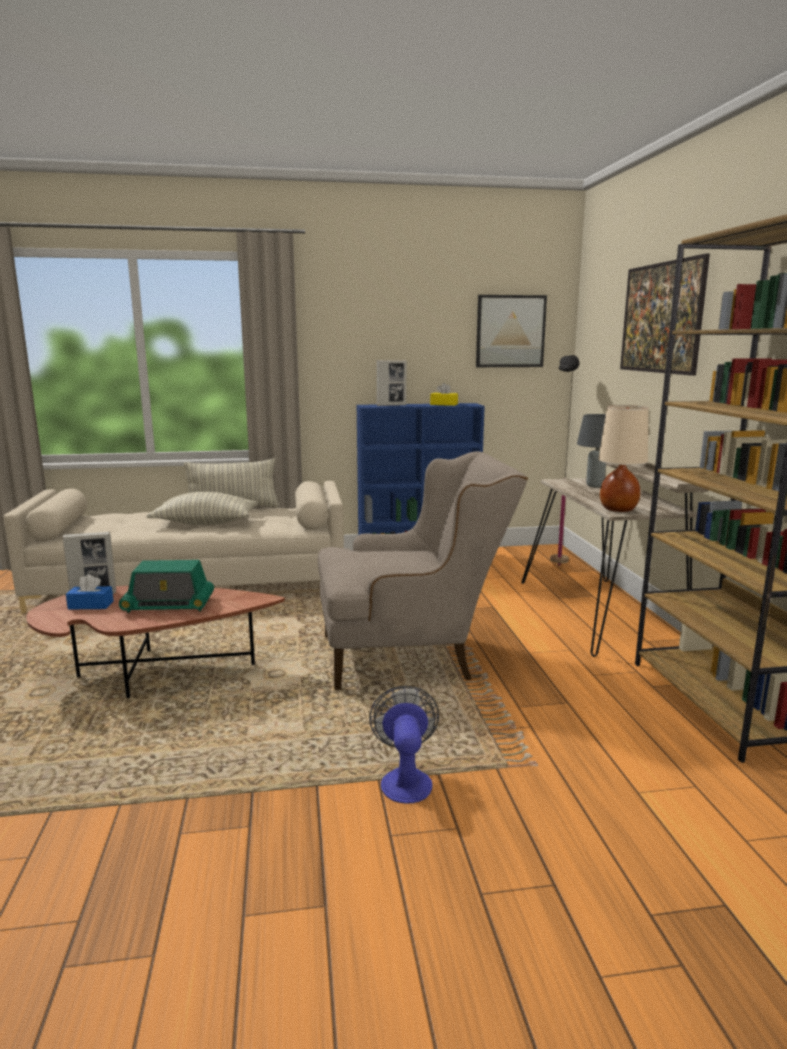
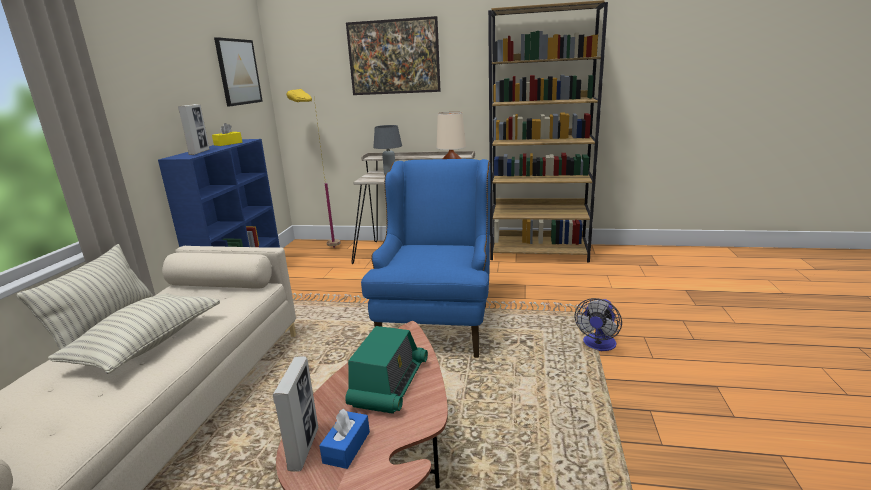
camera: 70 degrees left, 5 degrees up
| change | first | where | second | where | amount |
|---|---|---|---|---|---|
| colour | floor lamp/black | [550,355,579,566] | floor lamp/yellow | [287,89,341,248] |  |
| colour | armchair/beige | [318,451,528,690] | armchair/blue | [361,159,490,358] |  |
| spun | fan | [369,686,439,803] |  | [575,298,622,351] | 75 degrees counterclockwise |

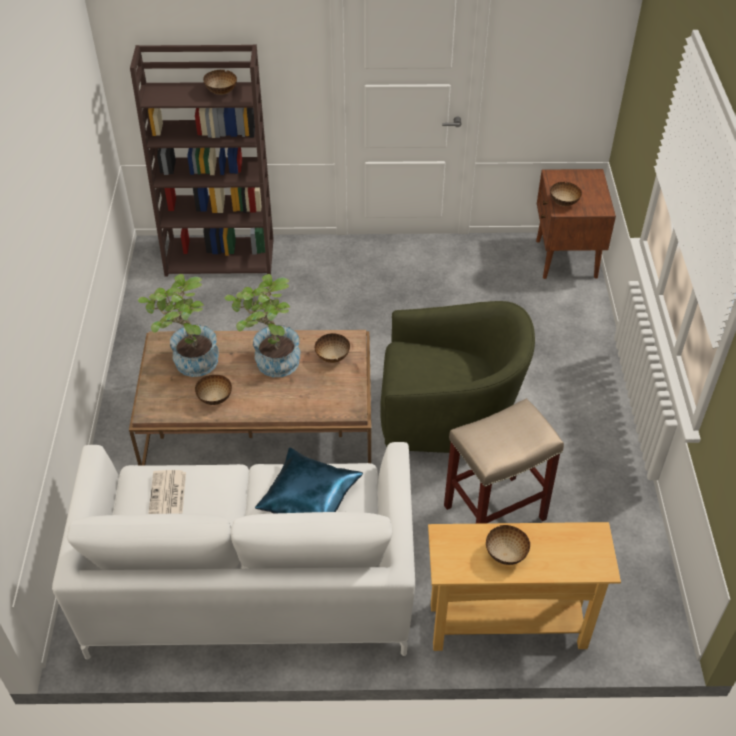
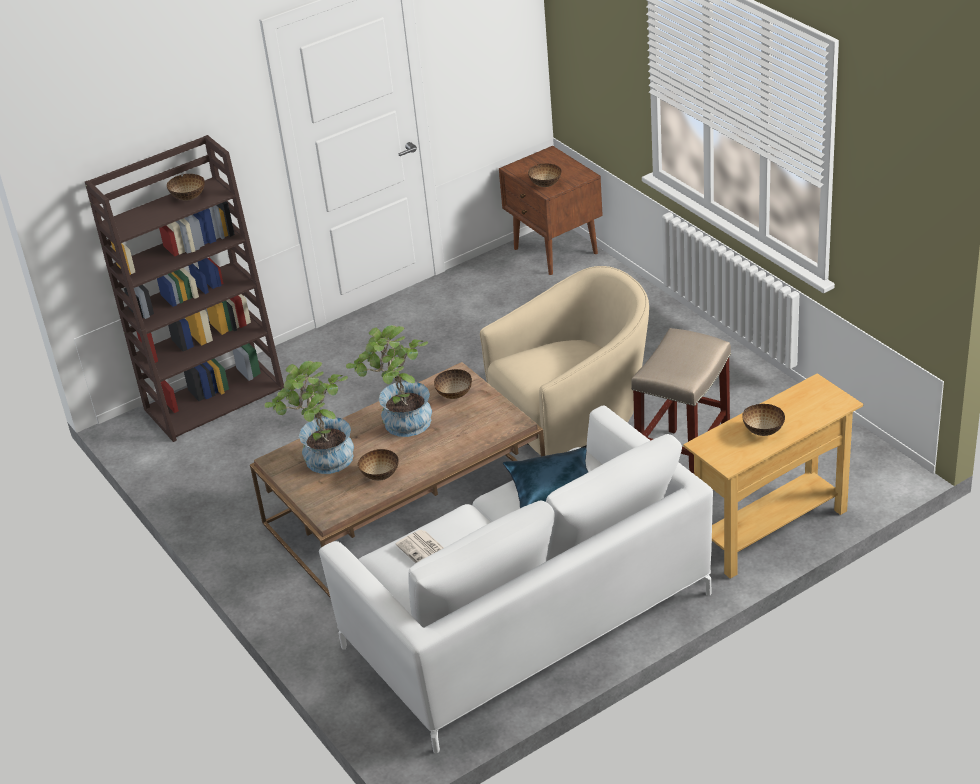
camera: 30 degrees left, 10 degrees down
| change | first | where | second | where | amount |
|---|---|---|---|---|---|
| colour | armchair/green | [380,301,535,453] | armchair/beige | [480,266,649,456] |  |

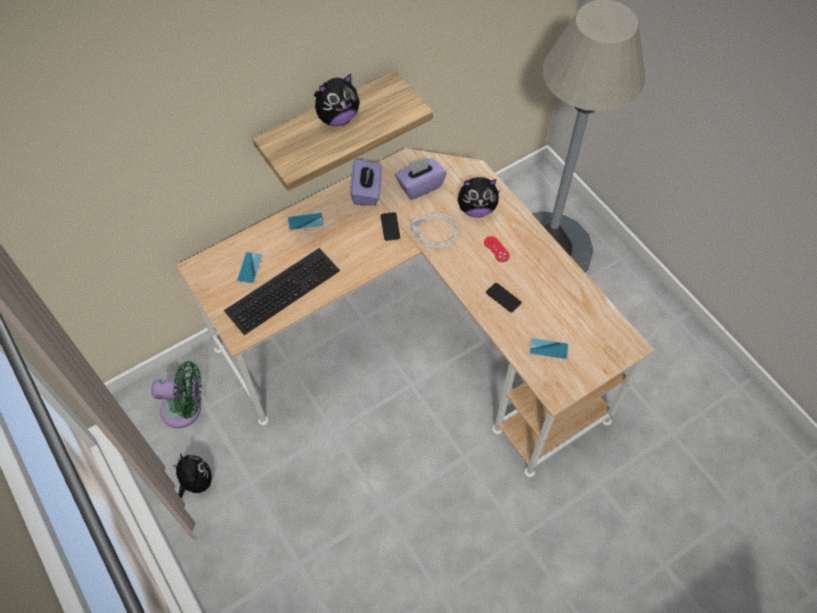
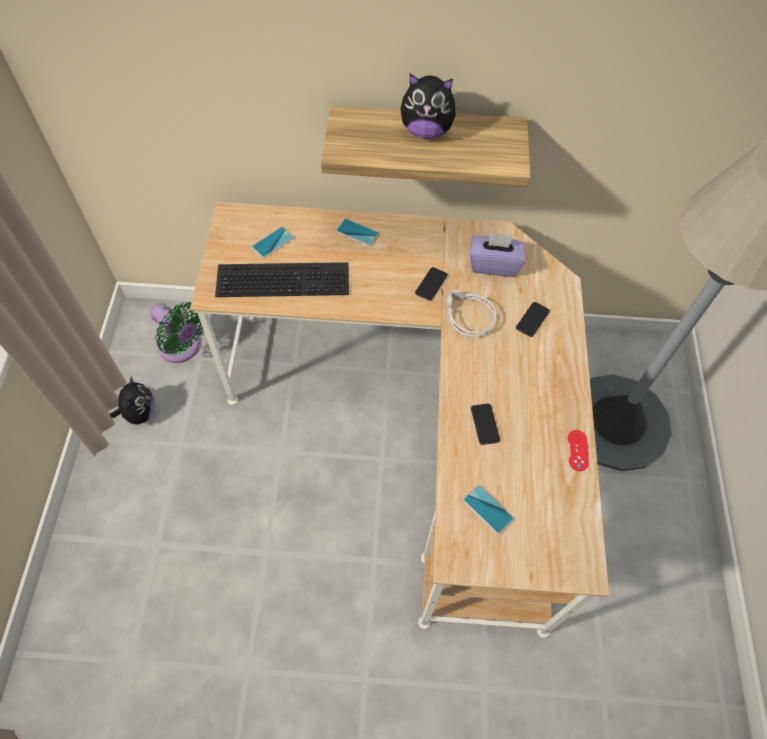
camera: 35 degrees right, 0 degrees up
| change | first | where | second | where | amount |
|---|---|---|---|---|---|
| exchanged | plush toy | [458,177,500,218] | phone | [516,302,550,337] |  |
| relocated | game controller/red | [484,236,510,262] |  | [568,430,589,471] |  |
| missing | tissue box/purple | [350,159,382,206] |  |  |  |

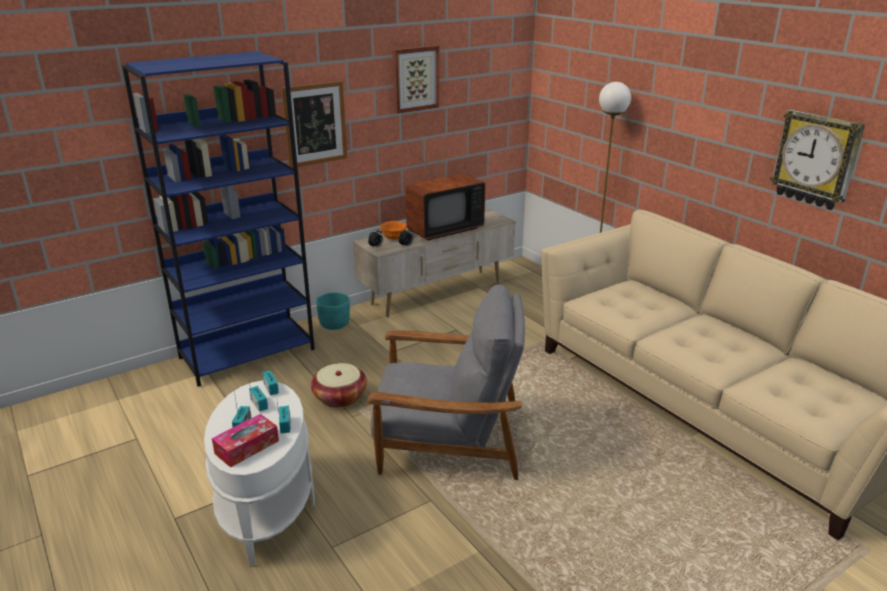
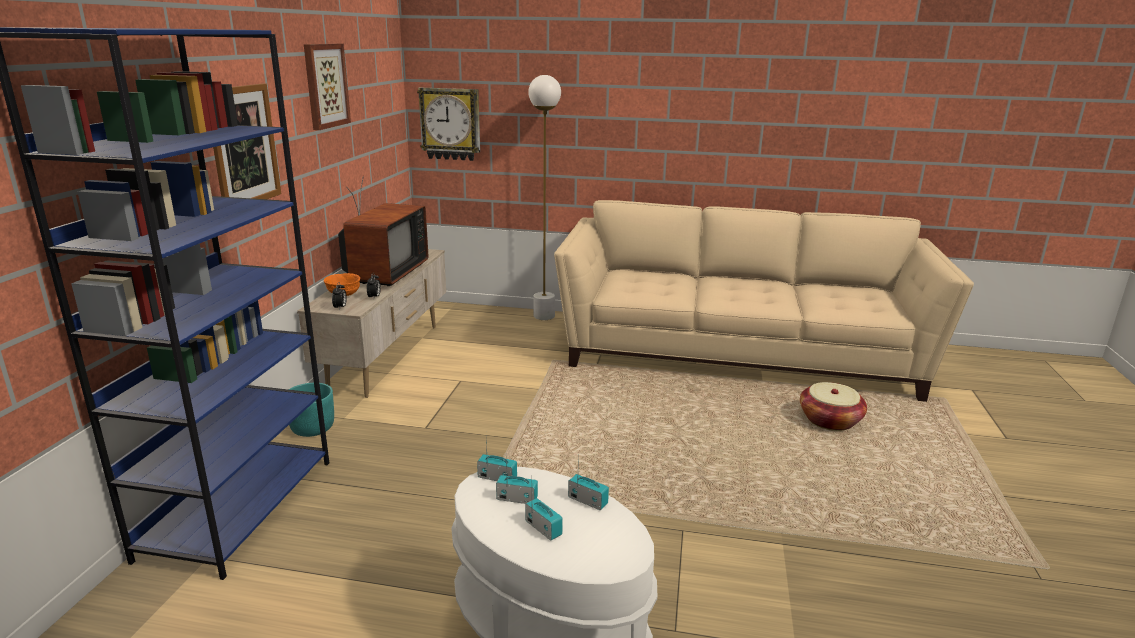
camera: 45 degrees left, 5 degrees down
| change | first | where | second | where | amount |
|---|---|---|---|---|---|
| relocated | wall clock | [770,109,865,210] |  | [417,88,480,161] |  |
| relocated | basket | [311,363,367,408] |  | [800,382,867,431] |  |
| missing | tissue box | [212,414,279,468] |  |  |  |
| missing | armchair/grey | [367,284,525,480] |  |  |  |

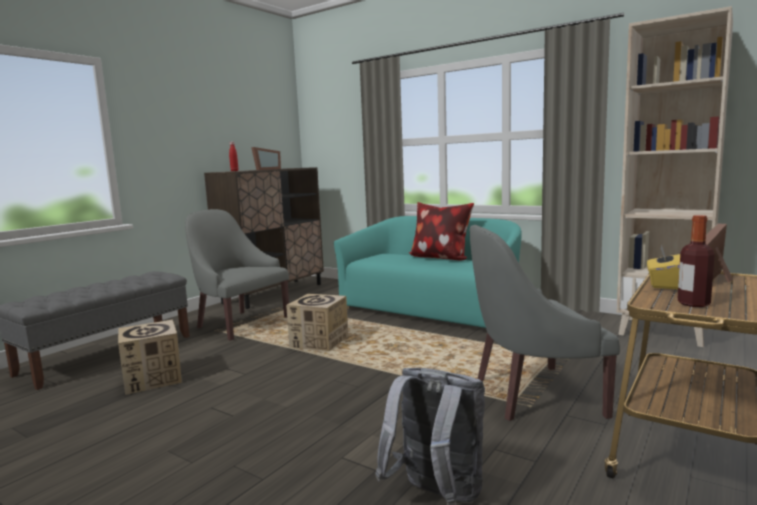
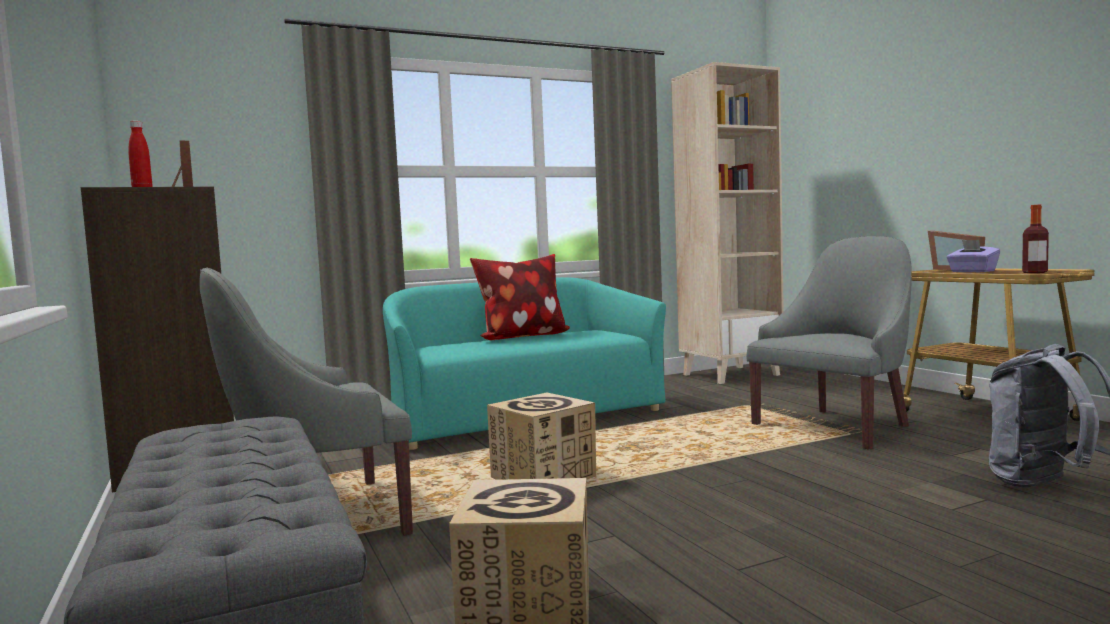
camera: 60 degrees left, 5 degrees down
| change | first | where | second | where | amount |
|---|---|---|---|---|---|
| spun | armchair/grey | [470,225,620,421] |  | [746,236,912,450] | 150 degrees counterclockwise |
| colour | tissue box/yellow | [647,244,680,289] | tissue box/purple | [947,240,1000,272] |  |

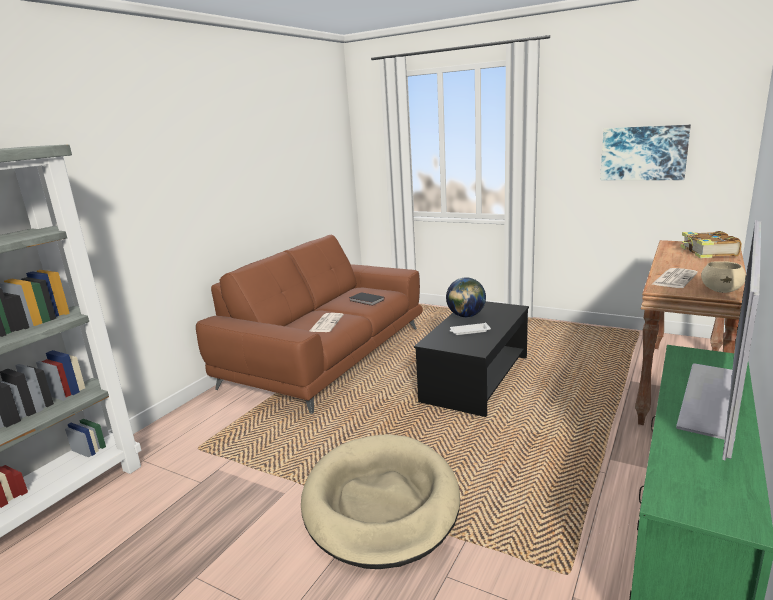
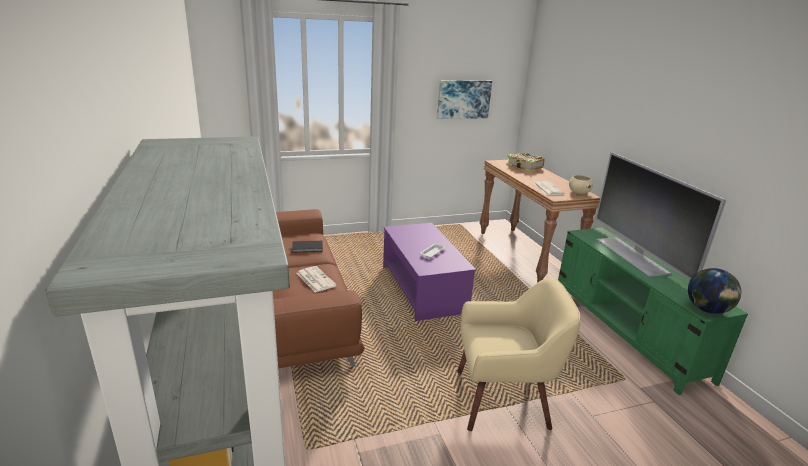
camera: 50 degrees left, 5 degrees up
| change | first | where | second | where | amount |
|---|---|---|---|---|---|
| colour | coffee table/black | [414,301,529,417] | coffee table/purple | [383,223,476,321] |  |
| exchanged | dog bed/beige | [301,434,460,569] | armchair/beige | [457,278,580,431] |  |
| relocated | globe | [446,277,486,317] |  | [688,268,741,314] |  |

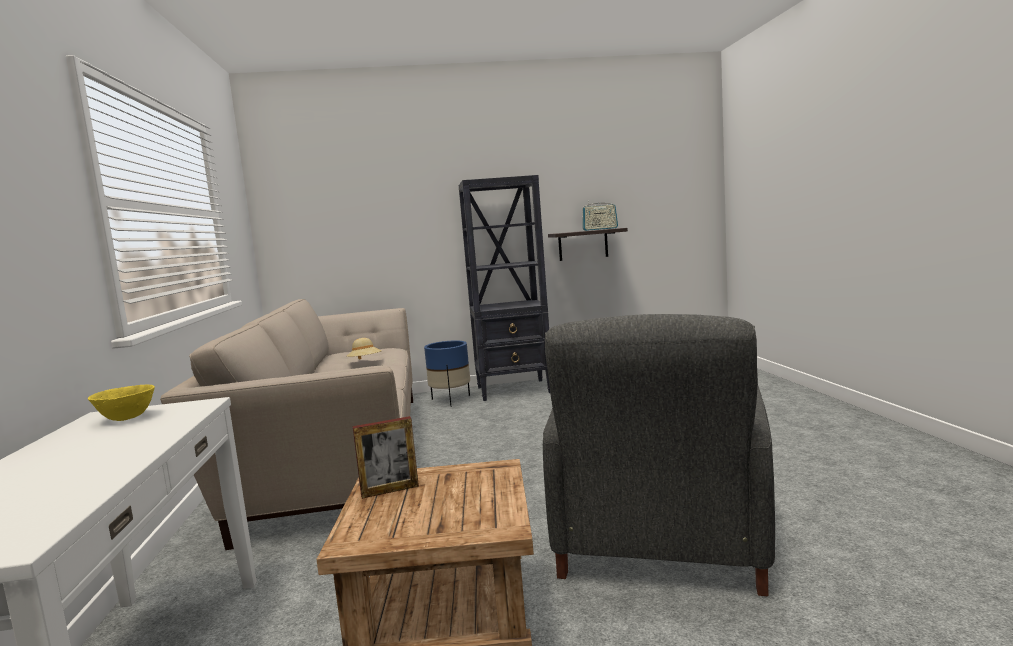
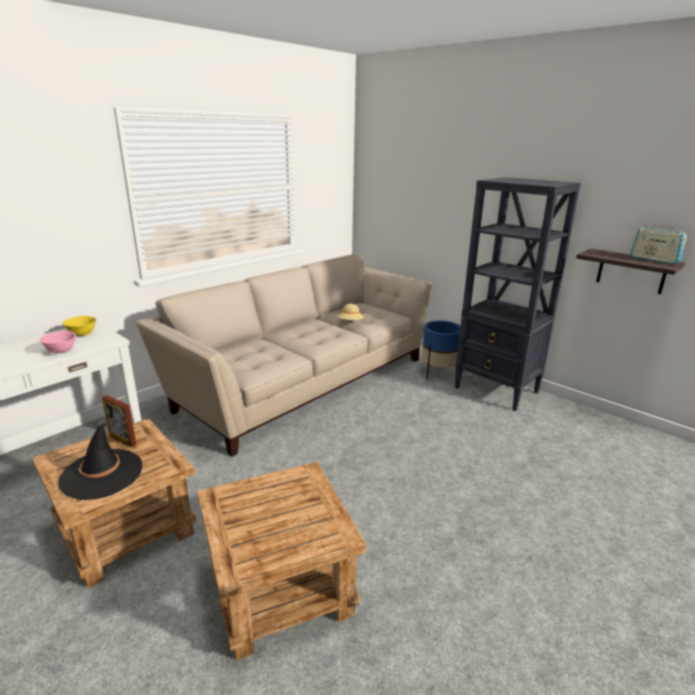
camera: 50 degrees right, 15 degrees up
| change | first | where | second | where | amount |
|---|---|---|---|---|---|
| appeared |  |  | bowl/pink | [40,331,76,353] |  |
| appeared |  |  | hat/black | [58,422,143,500] |  |
| exchanged | armchair/grey | [543,314,775,596] | side table/brown | [197,462,367,660] |  |

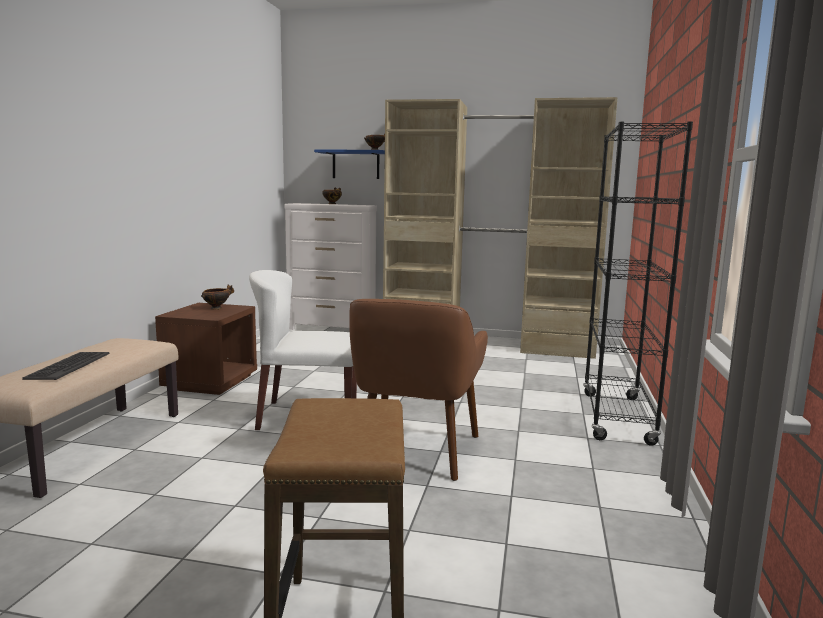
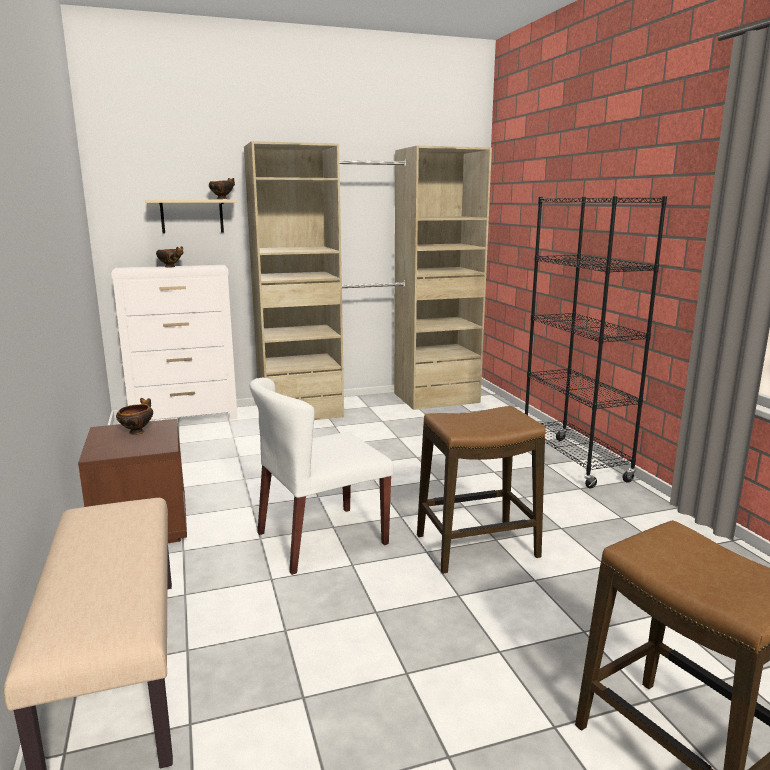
camera: 30 degrees left, 5 degrees up
| change | first | where | second | where | amount |
|---|---|---|---|---|---|
| colour | shelf/blue | [314,149,385,179] | shelf/beige | [145,199,237,233] |  |
| exchanged | armchair/brown | [349,299,488,481] | stool | [417,406,546,574] |  |
| missing | keyboard | [22,352,109,380] |  |  |  |

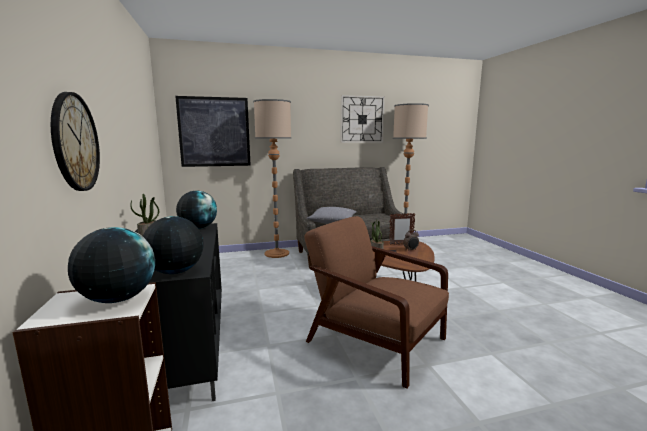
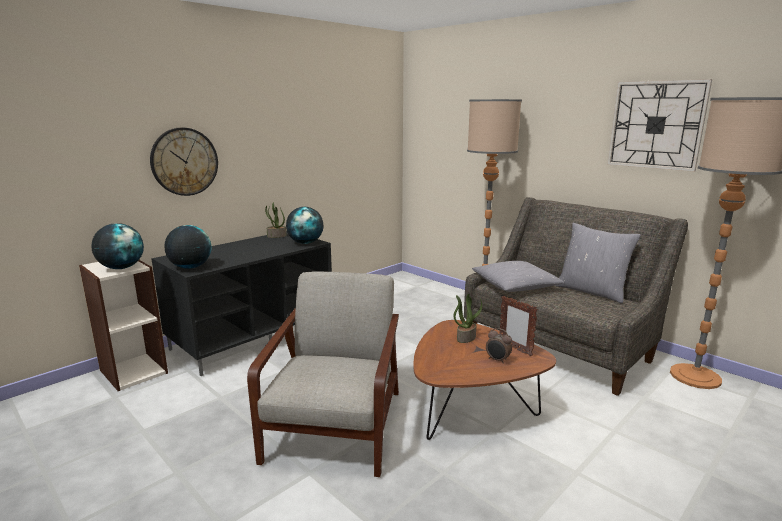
camera: 60 degrees right, 5 degrees up
| change | first | where | second | where | amount |
|---|---|---|---|---|---|
| colour | armchair/brown | [304,216,449,389] | armchair/grey | [247,271,399,477] |  |
| appeared |  |  | pillow/grey | [555,223,641,304] |  |
| missing | picture | [175,96,251,167] |  |  |  |

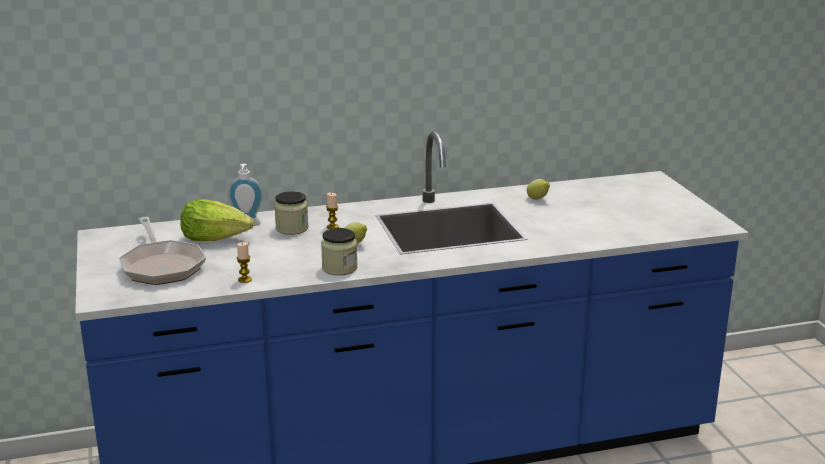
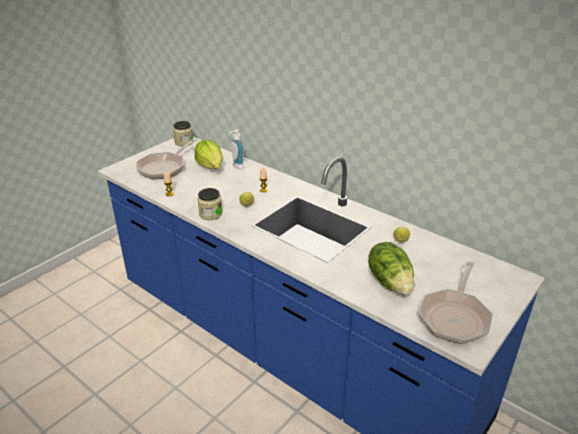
camera: 55 degrees right, 10 degrees up
| change | first | where | second | where | amount |
|---|---|---|---|---|---|
| relocated | jar | [274,191,308,235] |  | [173,121,193,146] |  |
| appeared |  |  | lettuce | [368,242,415,295] |  |
| appeared |  |  | frying pan | [418,261,493,344] |  |

